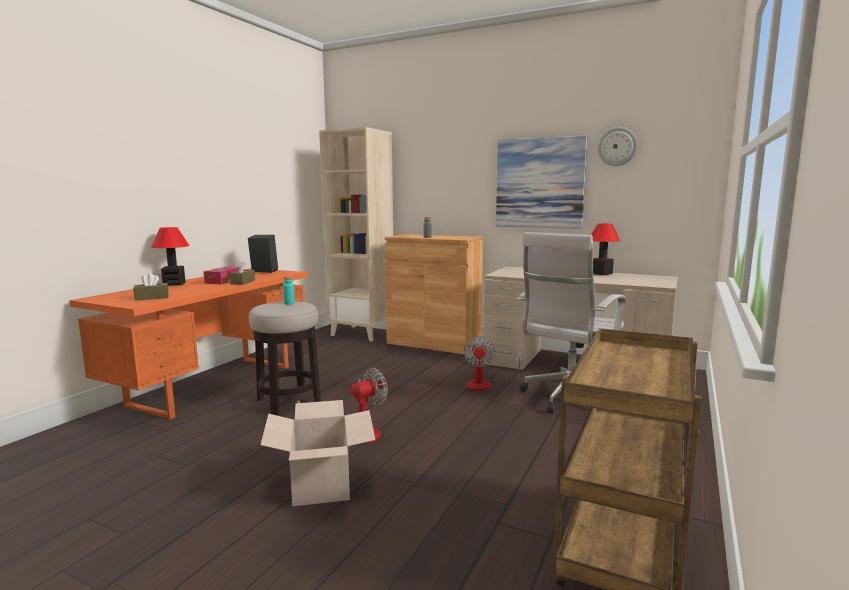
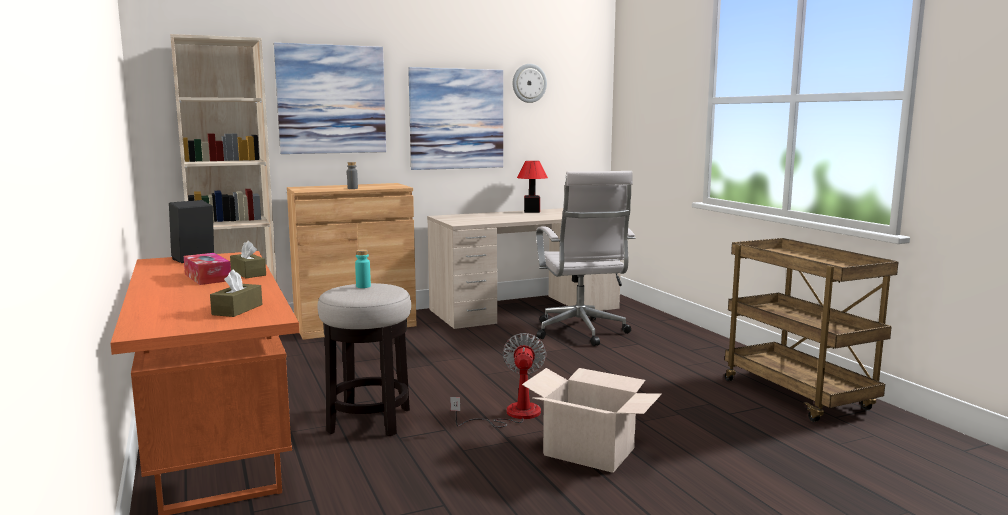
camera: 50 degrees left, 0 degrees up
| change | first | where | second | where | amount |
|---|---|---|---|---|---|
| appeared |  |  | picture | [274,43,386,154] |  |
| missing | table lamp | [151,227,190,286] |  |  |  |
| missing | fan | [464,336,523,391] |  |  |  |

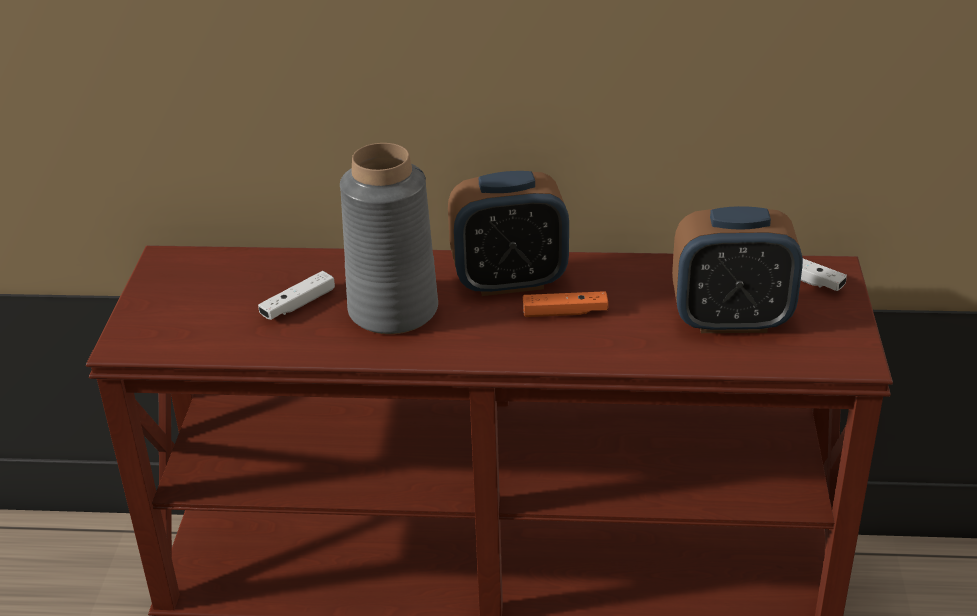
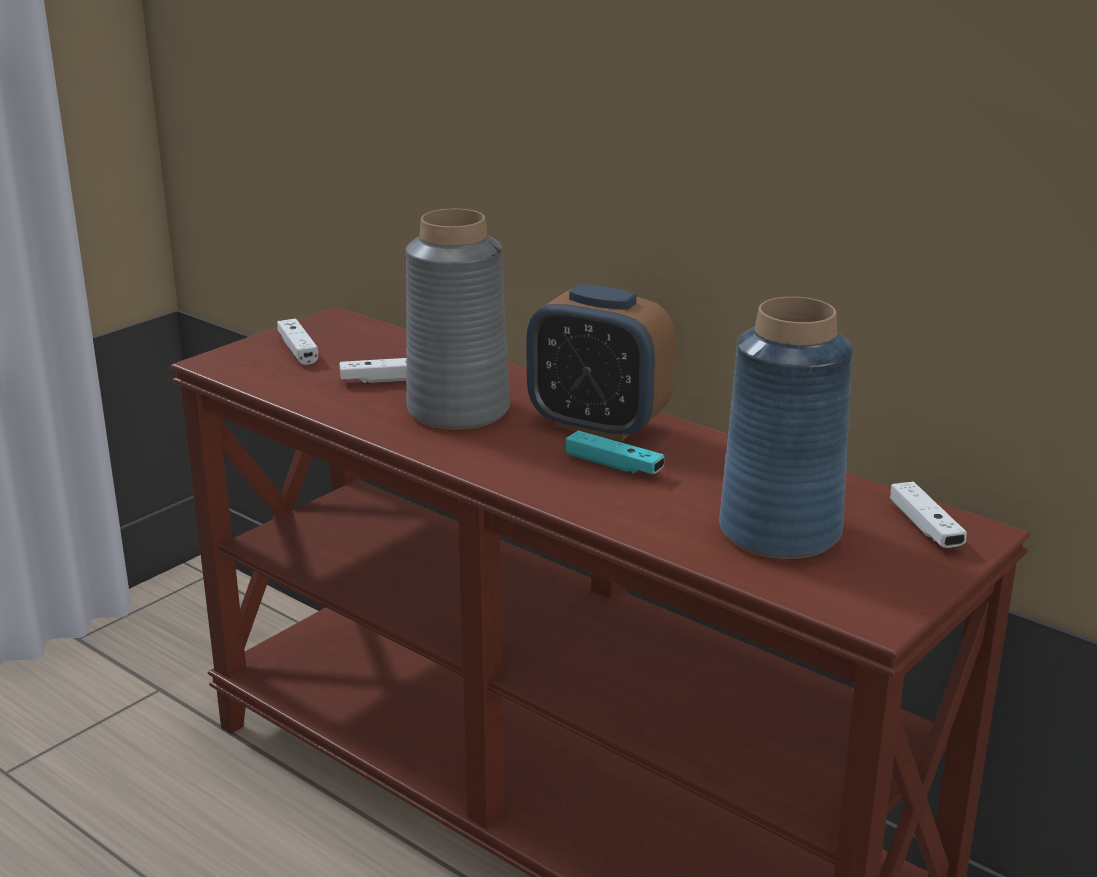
camera: 35 degrees right, 10 degrees down
| change | first | where | second | where | amount |
|---|---|---|---|---|---|
| appeared |  |  | game controller/white | [277,318,318,365] |  |
| colour | game controller/orange | [523,291,608,317] | game controller/turquoise | [566,430,664,475] |  |
| exchanged | alarm clock | [672,206,803,333] | vase/blue | [719,297,853,559] |  |

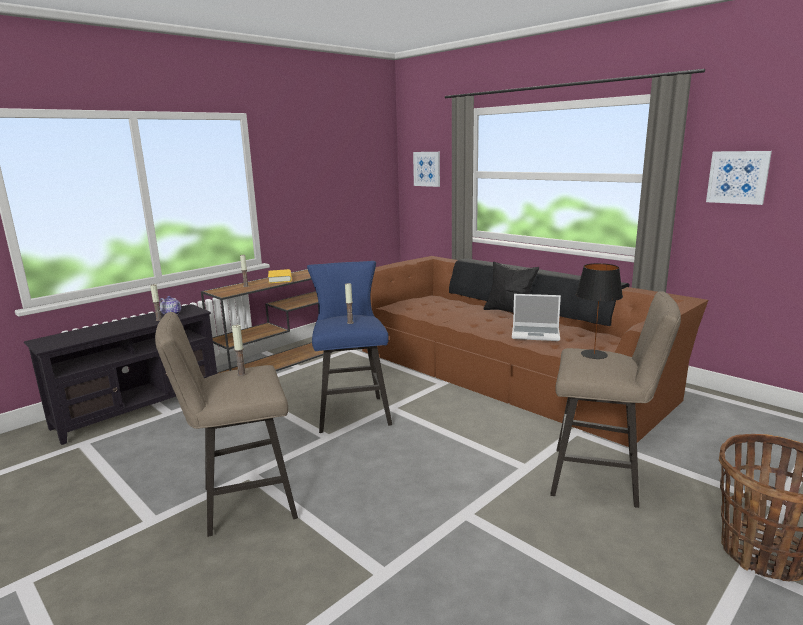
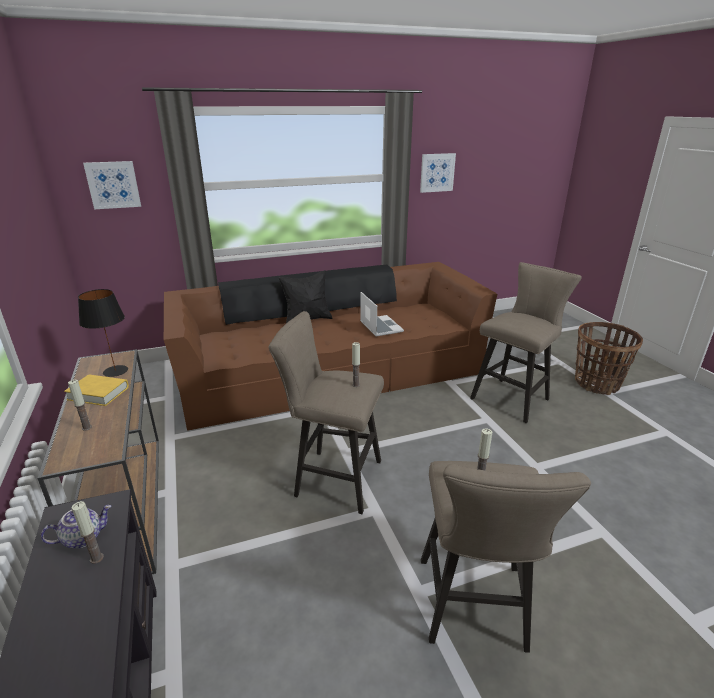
camera: 65 degrees left, 10 degrees up
| change | first | where | second | where | amount |
|---|---|---|---|---|---|
| relocated | table lamp/black | [576,263,623,359] |  | [78,289,128,377] |  |
| colour | stool/blue | [307,261,392,433] | stool/beige | [269,311,384,514] |  |
| spun | laptop | [512,294,561,341] |  | [360,292,404,337] | 60 degrees counterclockwise |

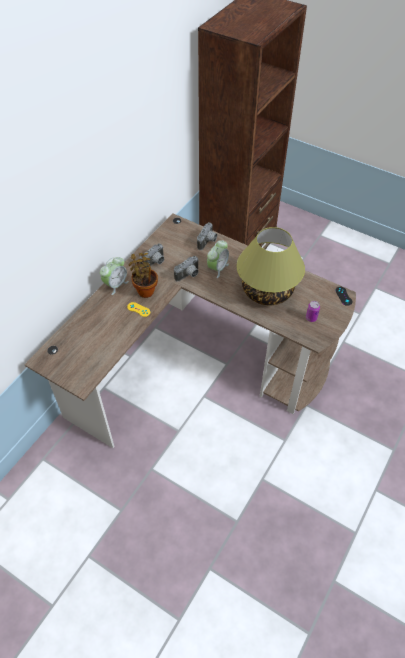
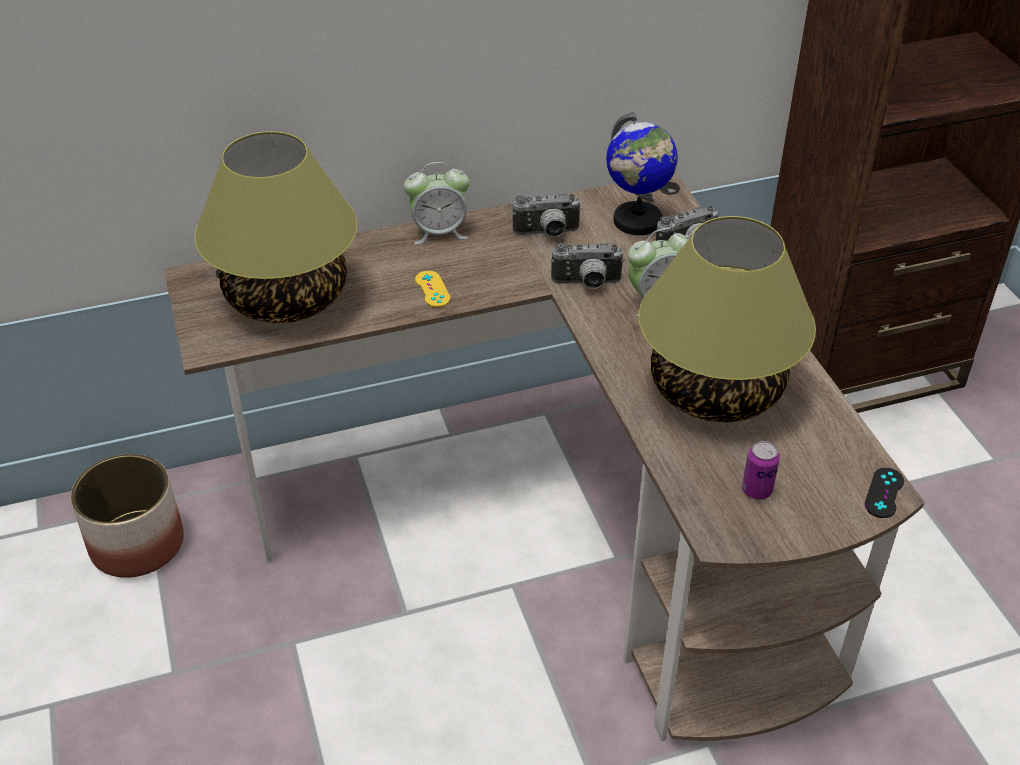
camera: 40 degrees right, 10 degrees down
| change | first | where | second | where | amount |
|---|---|---|---|---|---|
| appeared |  |  | planter | [71,454,184,578] |  |
| appeared |  |  | table lamp | [194,131,357,323] |  |
| appeared |  |  | globe | [606,112,678,235] |  |
| missing | potted plant | [129,253,158,298] |  |  |  |

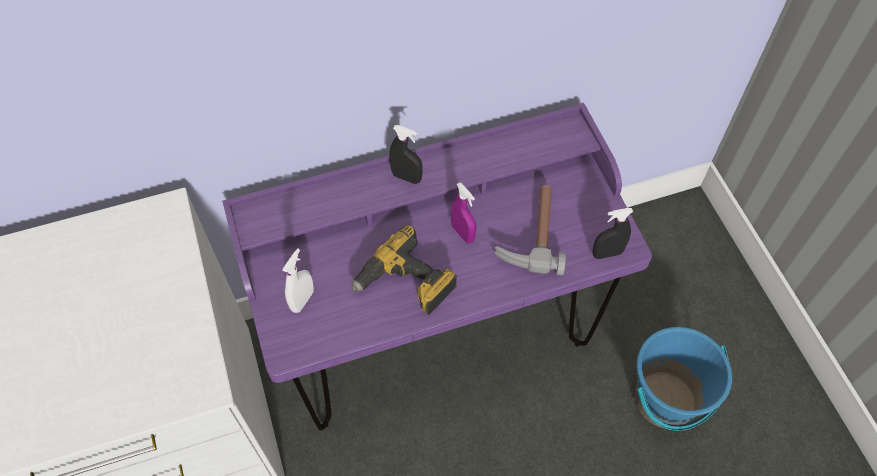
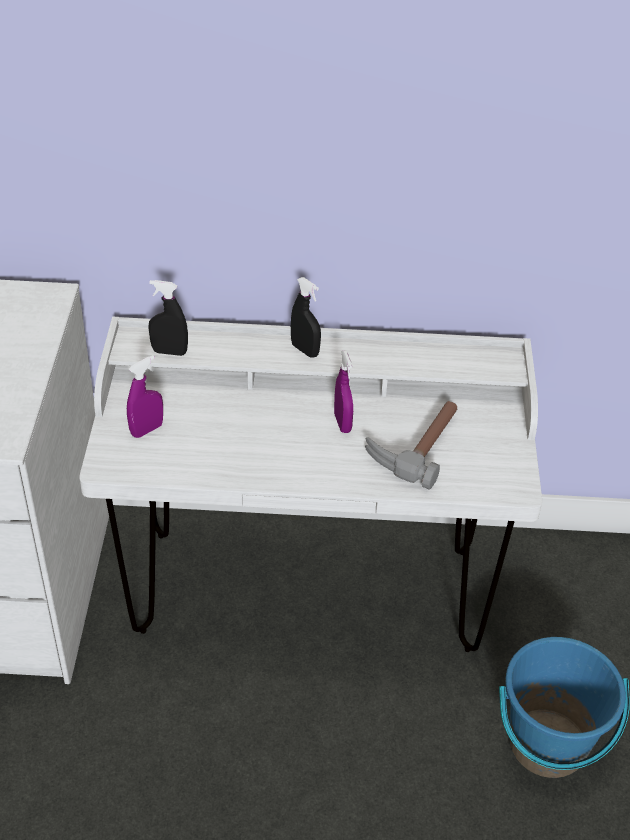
camera: 20 degrees right, 15 degrees down
| change | first | where | second | where | amount |
|---|---|---|---|---|---|
| colour | desk/purple | [222,103,652,431] | desk/white | [79,317,542,652] |  |
| colour | spray bottle/white | [282,248,314,313] | spray bottle/purple | [127,355,163,438] |  |
| relocated | spray bottle/black | [592,208,633,259] |  | [148,280,188,356] |  |
| missing | power drill | [351,225,457,315] |  |  |  |

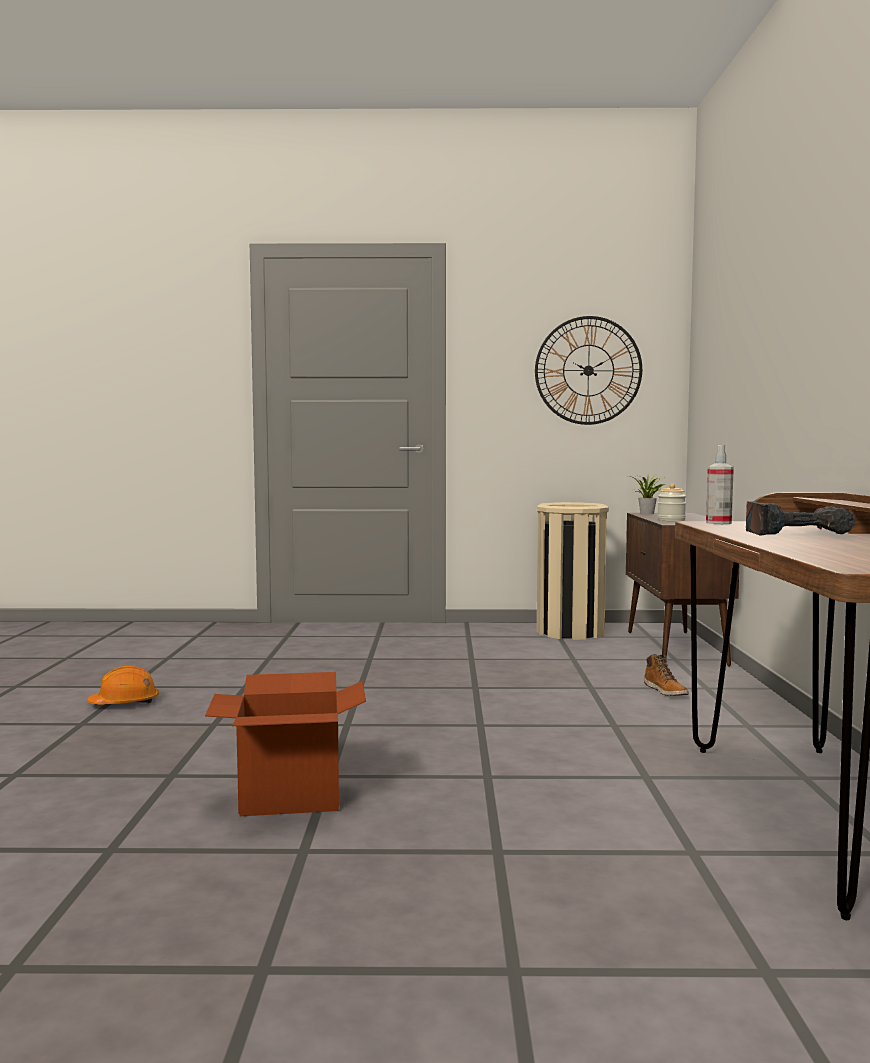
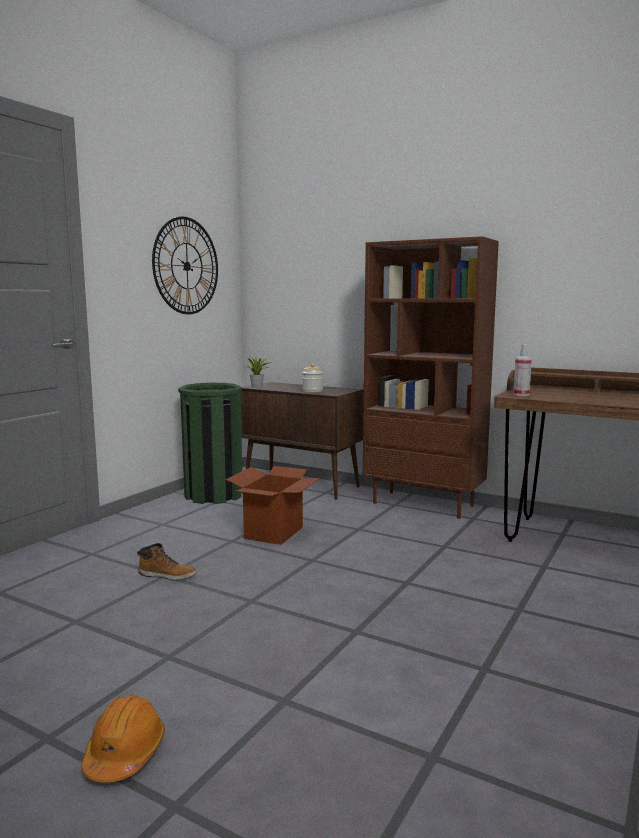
camera: 60 degrees left, 5 degrees up
| change | first | where | second | where | amount |
|---|---|---|---|---|---|
| relocated | boot | [644,654,689,696] |  | [137,543,197,580] |  |
| colour | trash can/beige | [537,502,609,640] | trash can/green | [178,383,243,504] |  |
| relocated | cardboard box | [205,672,366,817] |  | [226,466,320,545] |  |
| appeared |  |  | bookcase/brown | [363,236,499,519] |  |
| missing | power drill | [746,501,855,536] |  |  |  |

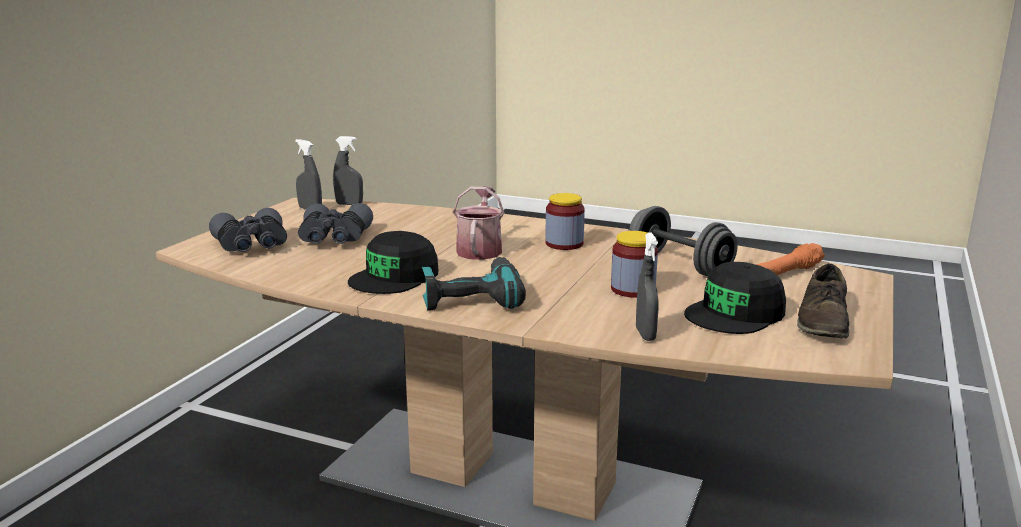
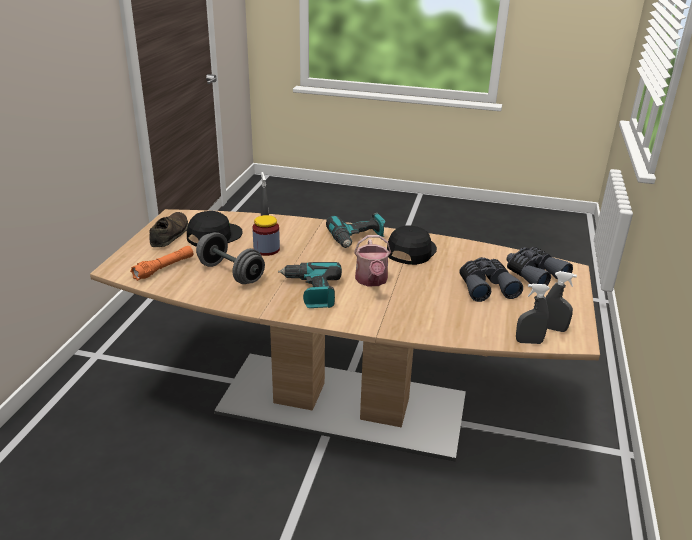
camera: 170 degrees right, 10 degrees up
| change | first | where | second | where | amount |
|---|---|---|---|---|---|
| exchanged | jar | [545,193,585,250] | power drill | [278,262,342,308] |  |

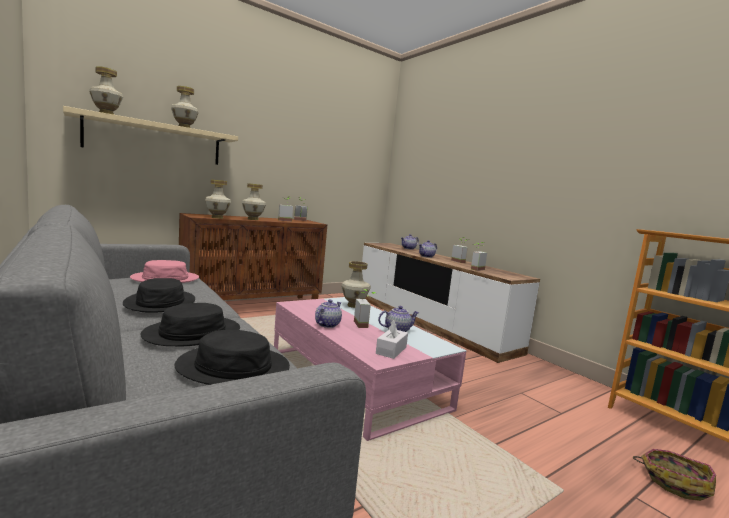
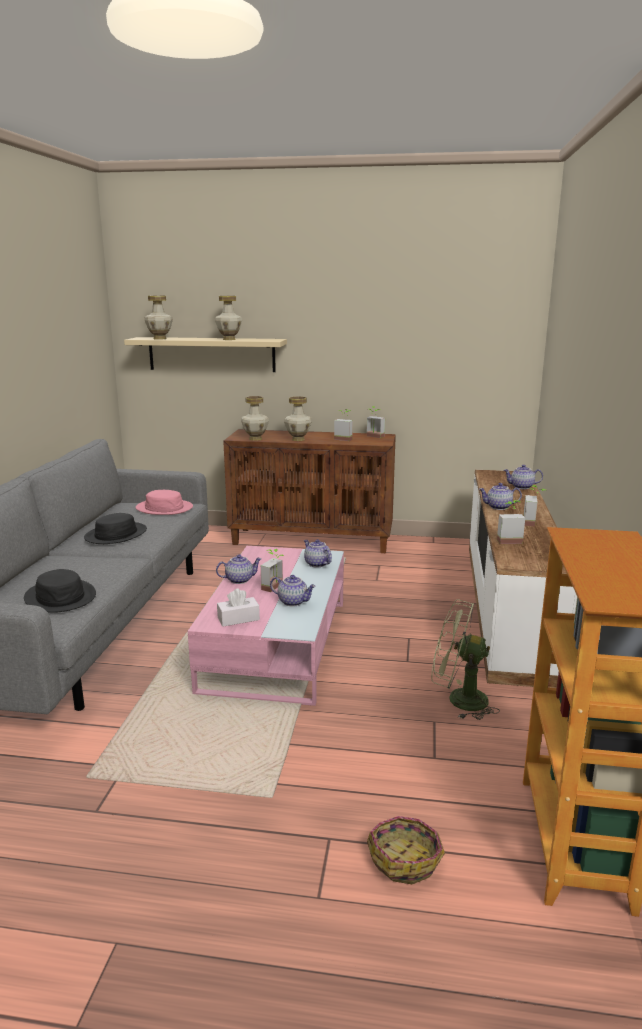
camera: 45 degrees right, 10 degrees up
| change | first | where | second | where | amount |
|---|---|---|---|---|---|
| exchanged | vase | [341,261,370,308] | teapot | [304,539,332,567] |  |
| appeared |  |  | fan/green | [432,599,500,720] |  |
| missing | hat/black | [140,303,240,346] |  |  |  |

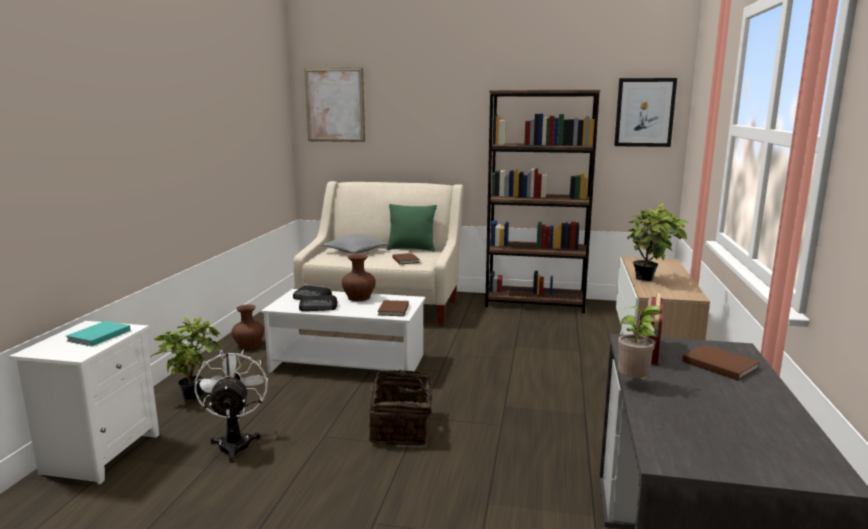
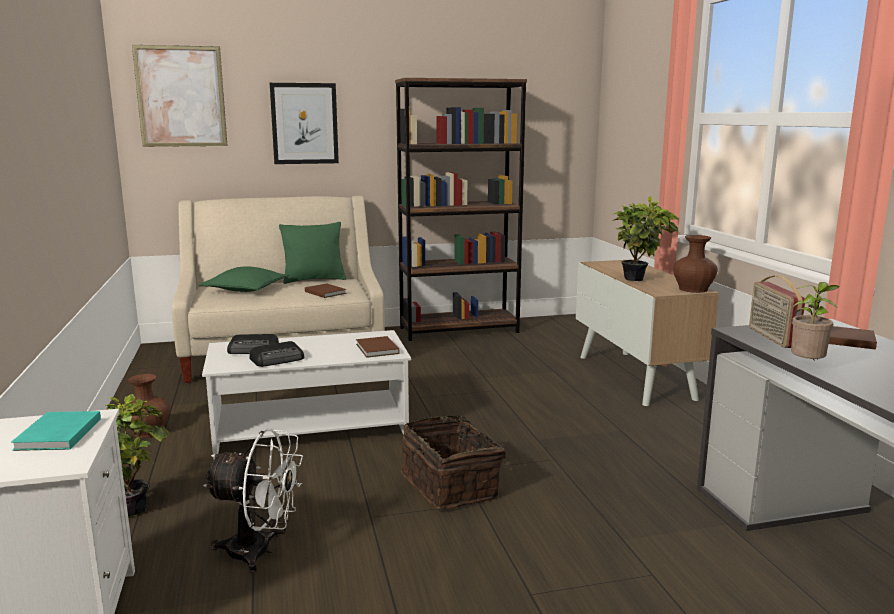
camera: 25 degrees left, 0 degrees up
| change | first | where | second | where | amount |
|---|---|---|---|---|---|
| colour | pillow/grey | [321,234,389,254] | pillow/green | [199,266,289,292] |  |
| spun | fan/white | [195,349,268,463] |  | [203,428,303,573] | 135 degrees clockwise |
| relocated | picture | [614,78,677,147] |  | [270,83,339,164] |  |
| relocated | vase/brown | [342,254,376,301] |  | [673,235,717,293] |  |

